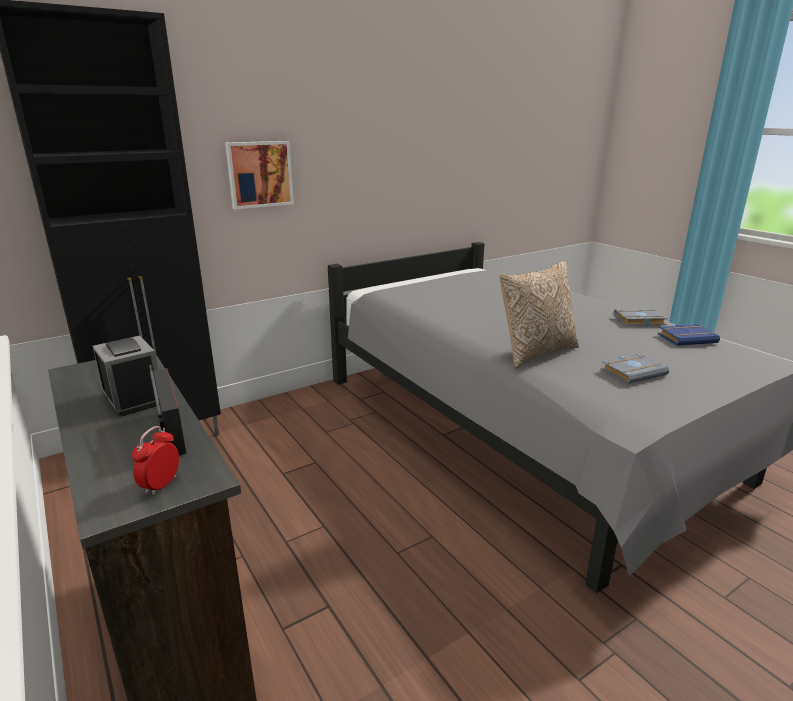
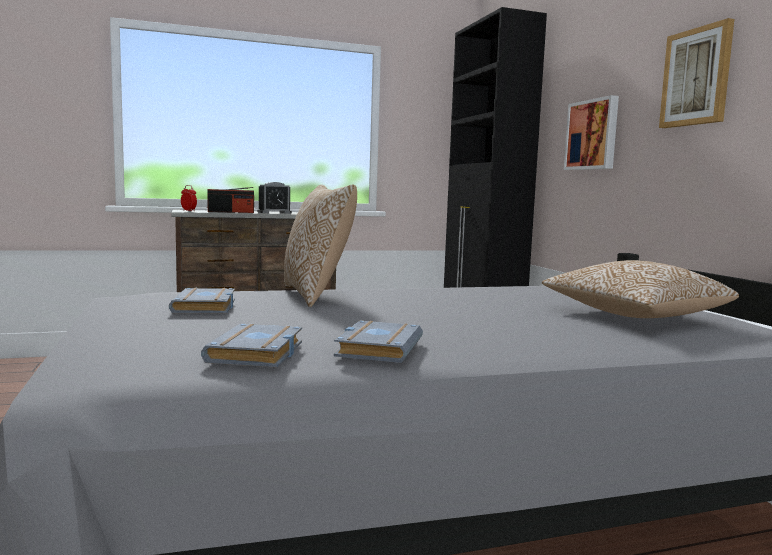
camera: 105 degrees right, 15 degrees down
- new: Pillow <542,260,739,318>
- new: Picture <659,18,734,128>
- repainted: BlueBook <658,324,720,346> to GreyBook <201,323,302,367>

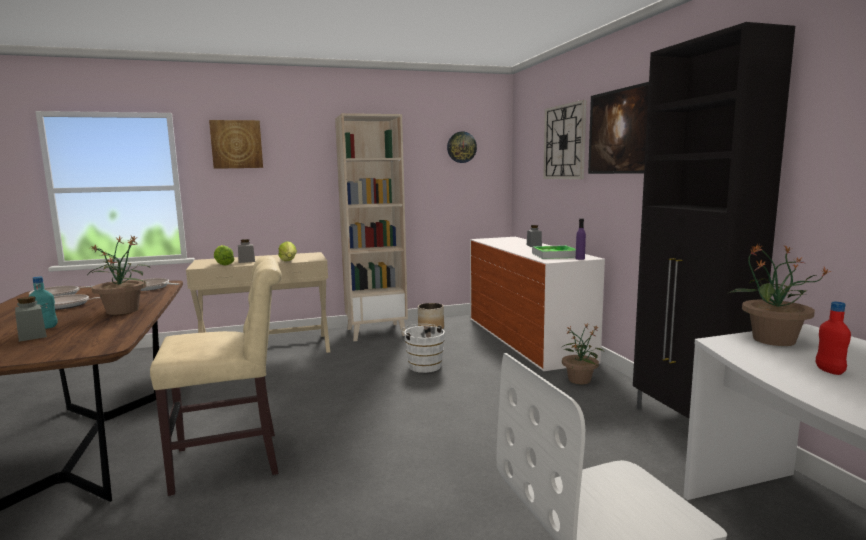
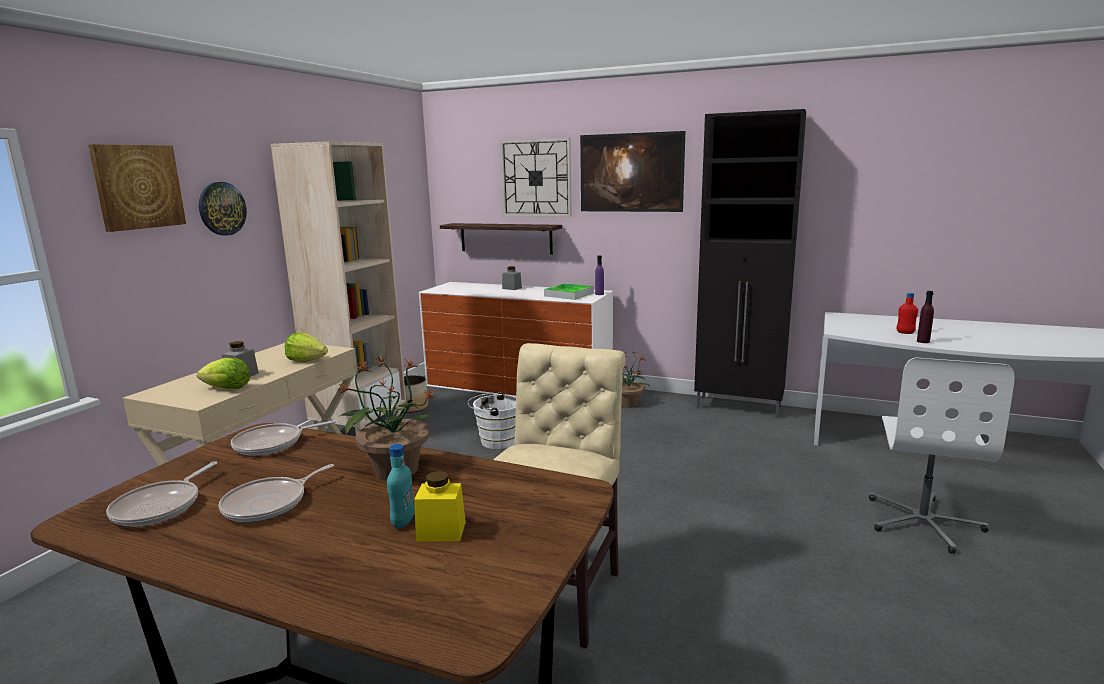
camera: 50 degrees left, 5 degrees up
- gone: PottedPlant <729,243,831,346>
- new: Shelf <440,223,562,254>
- new: PurpleBottle <917,291,934,343>
- shifted: WallClock <447,131,477,163> to <199,182,247,236>
- repainted: GreyJar <15,296,47,342> to YellowJar <414,471,466,541>

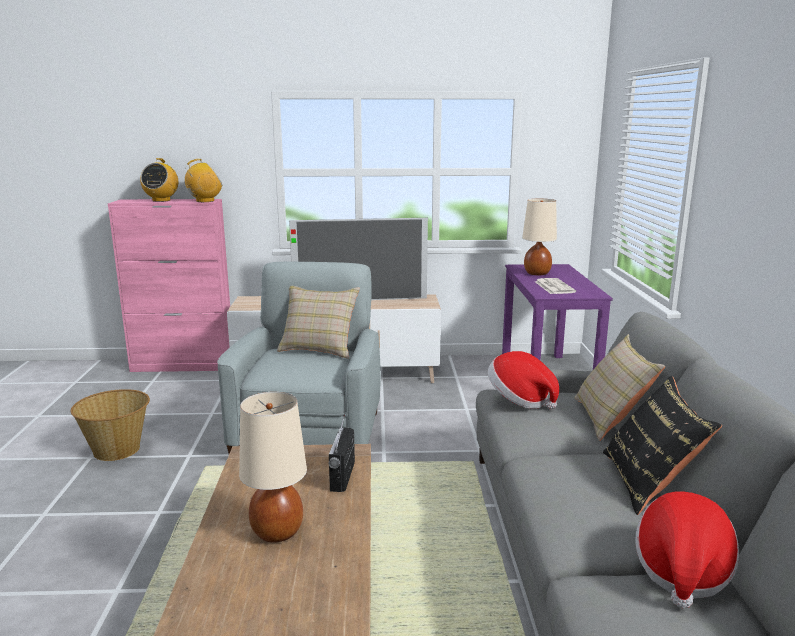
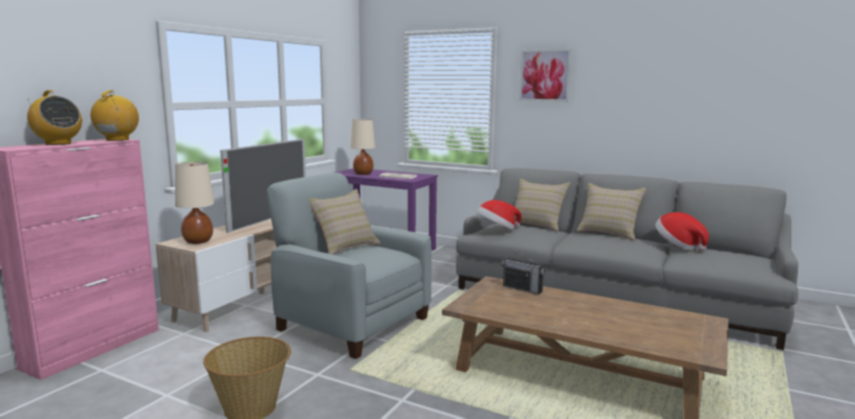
camera: 60 degrees left, 5 degrees down
- new: Picture <519,49,572,102>
- shifted: BeigeTableLamp <239,392,307,543> to <175,162,214,244>
- repainted: BlackPillow <603,376,722,515> to BeigePillow <577,183,646,241>

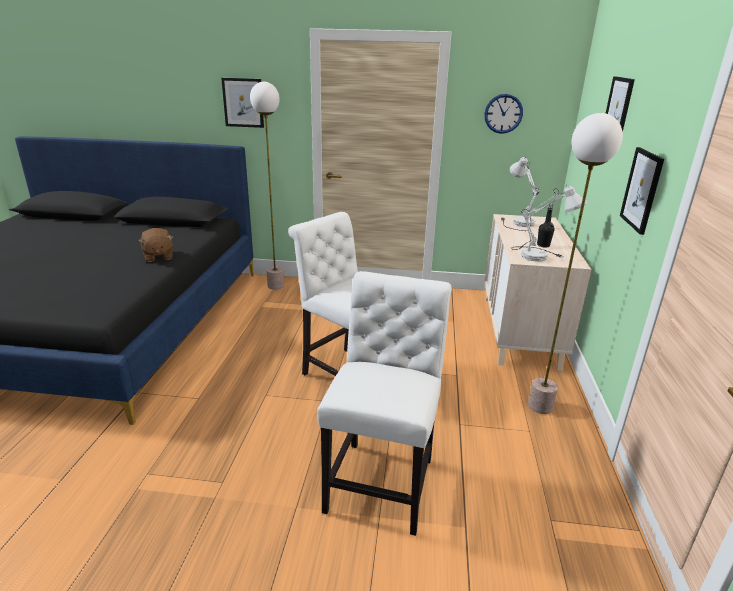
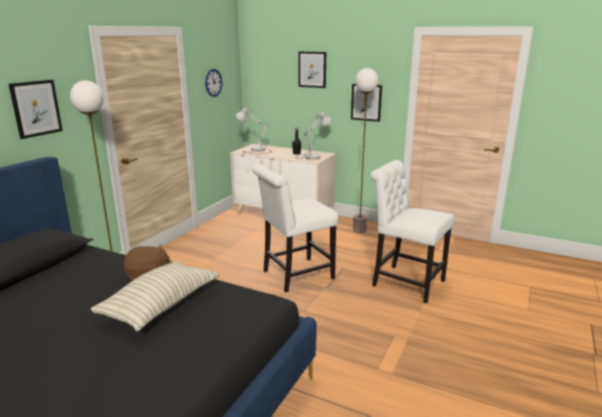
camera: 70 degrees left, 5 degrees down
- new: Pillow <90,261,219,331>

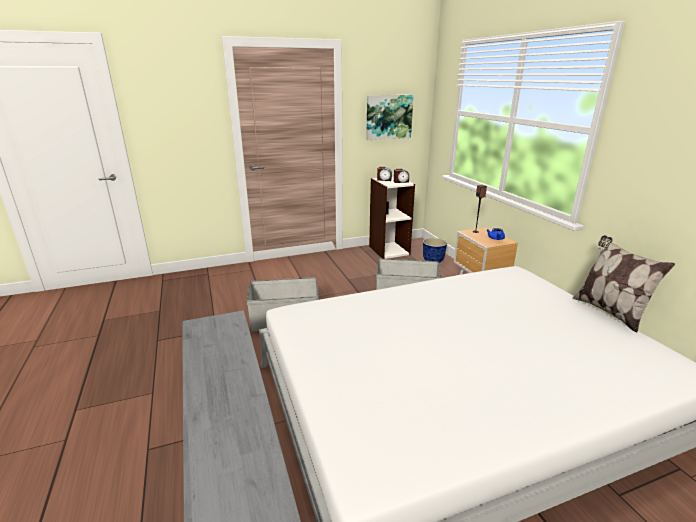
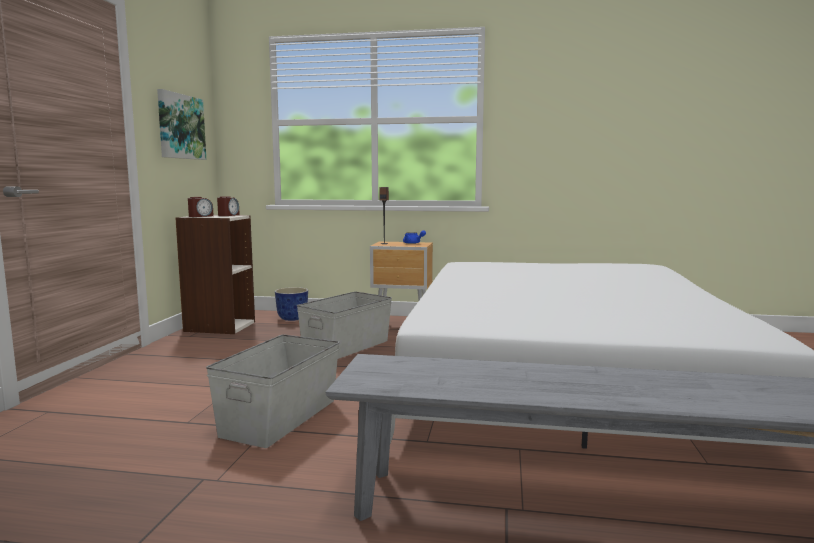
camera: 60 degrees left, 15 degrees down
- gone: Pillow <572,235,675,332>

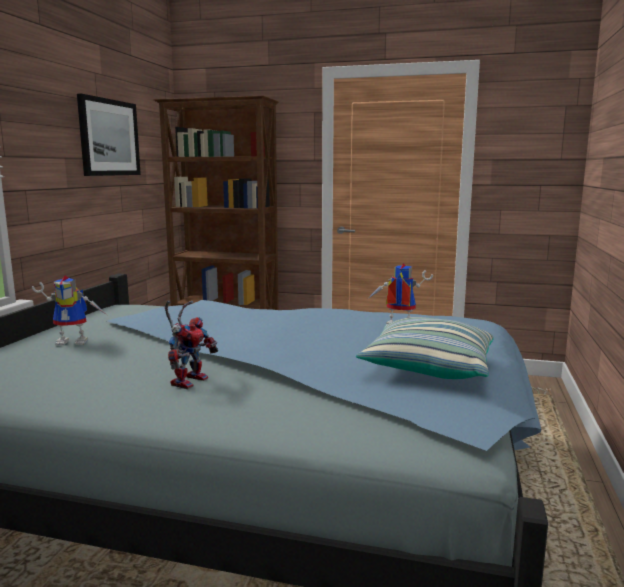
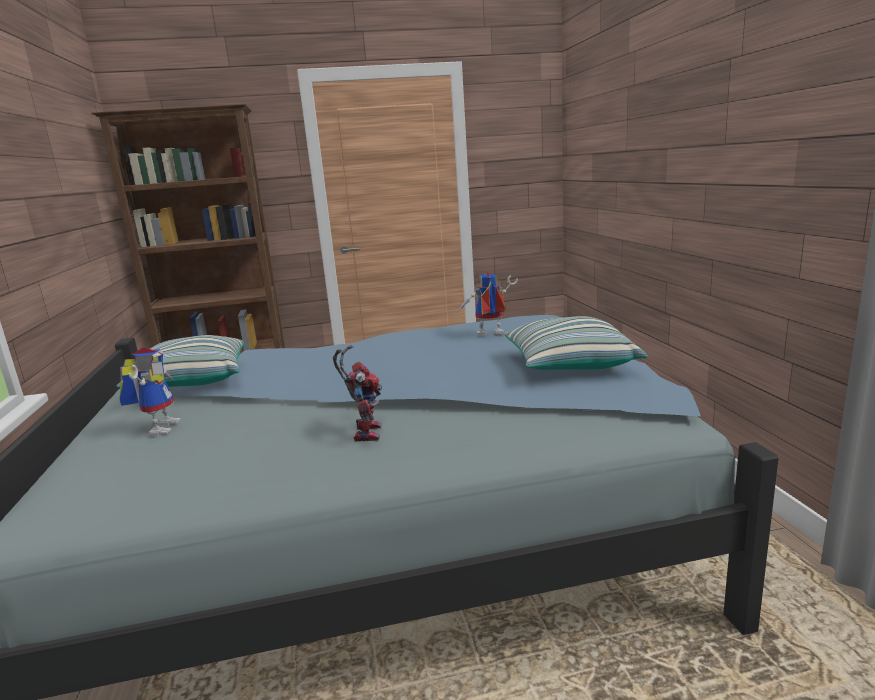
camera: 25 degrees left, 5 degrees up
- gone: Picture <77,94,141,176>
- new: Pillow <117,335,244,388>
- rotated: ToyRobot <32,276,107,345> = <119,348,181,436> 60 degrees counterclockwise

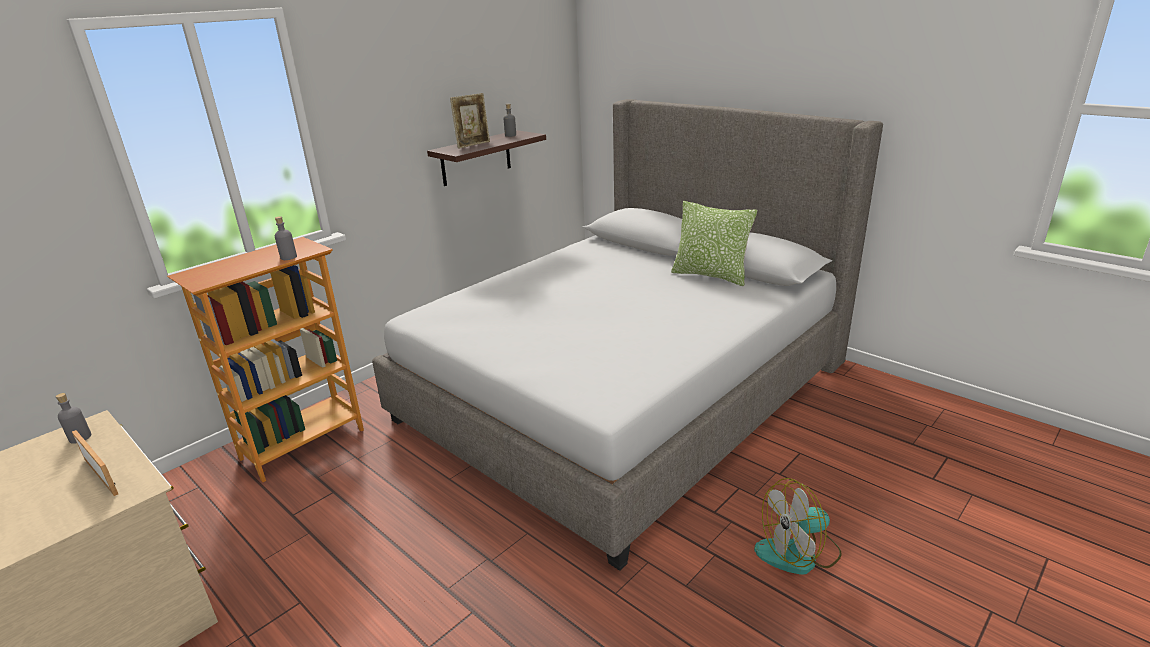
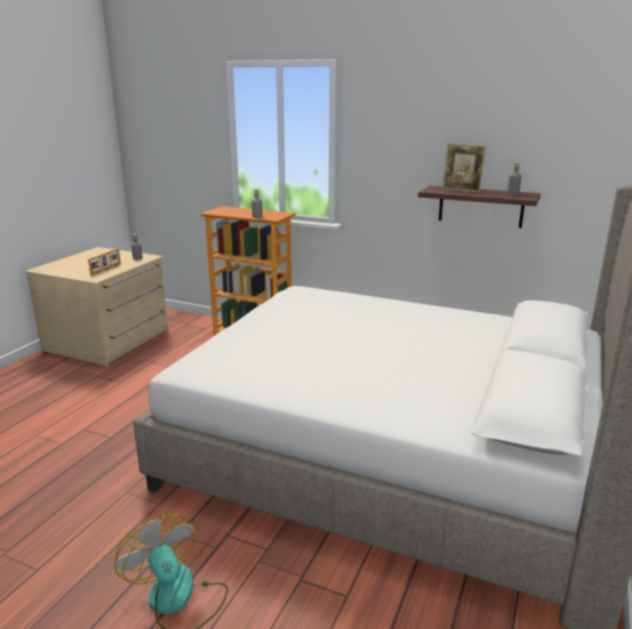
camera: 70 degrees right, 5 degrees down
- gone: Pillow <671,201,757,286>

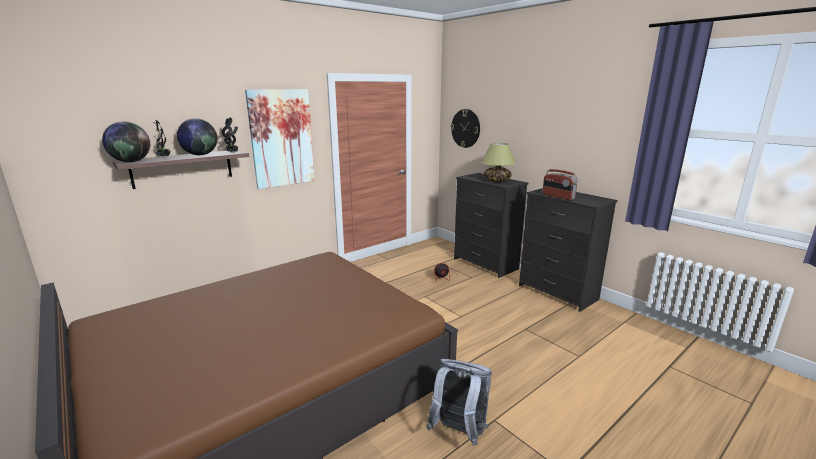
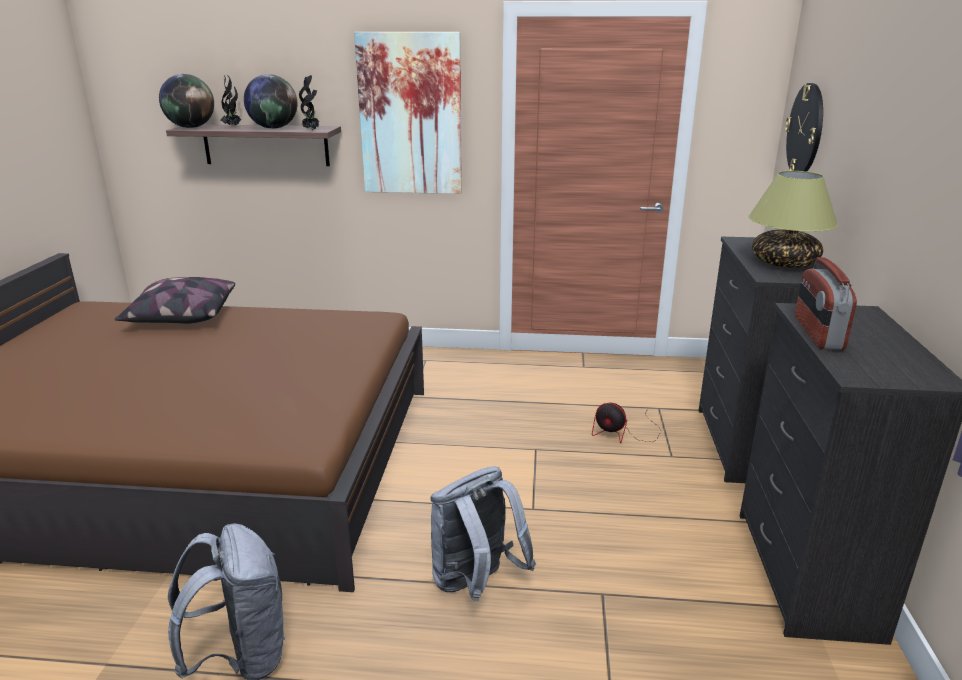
camera: 45 degrees right, 5 degrees up
- new: Pillow <115,277,235,324>
- new: GreyBackpack <430,467,536,601>

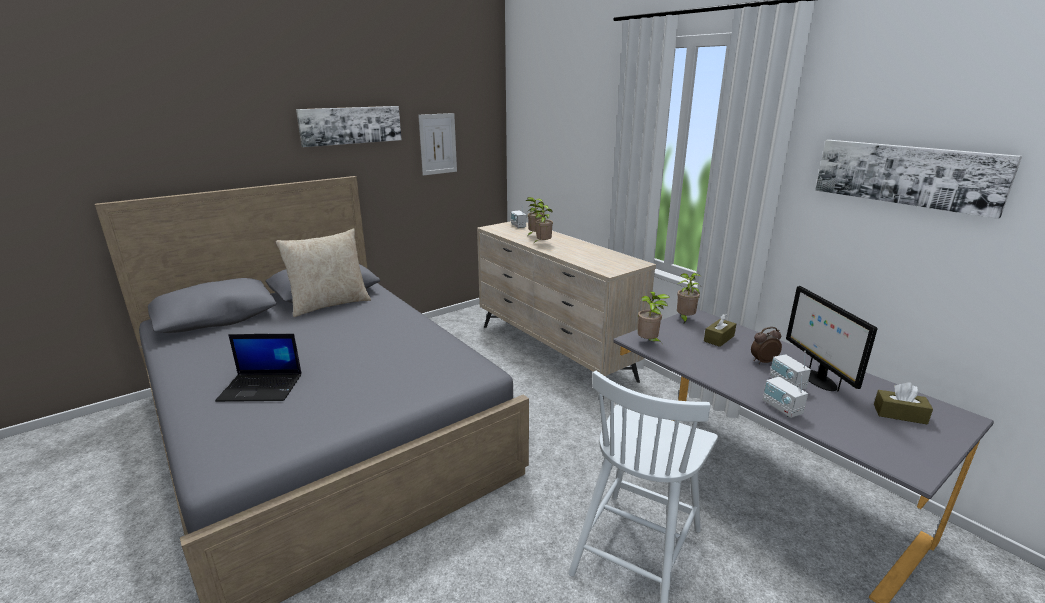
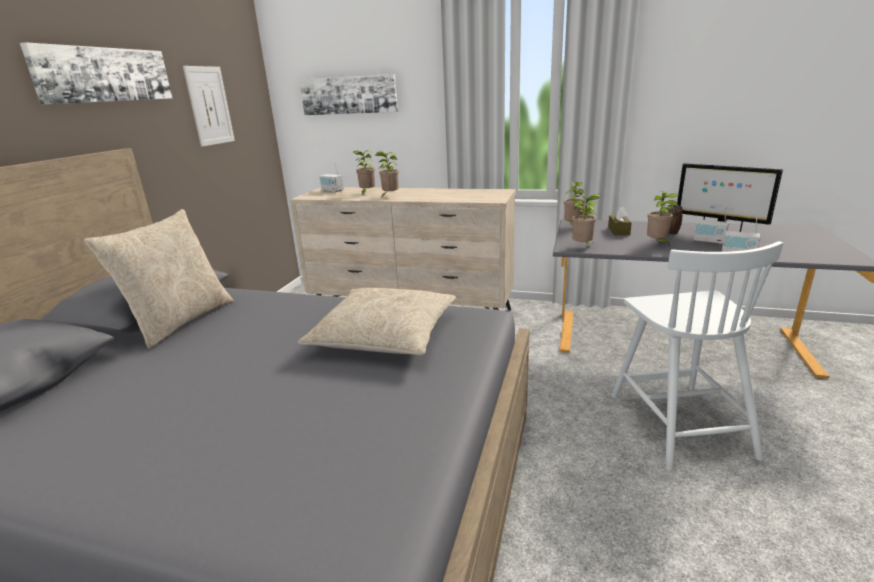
camera: 35 degrees left, 0 degrees up
- gone: Laptop <215,334,302,402>
- gone: BrownTissueBox <874,382,933,424>
- new: BeigePillow <298,288,456,355>
- new: PottedPlant <647,191,679,245>
- shifted: Picture <815,140,1022,219> to <300,74,398,115>

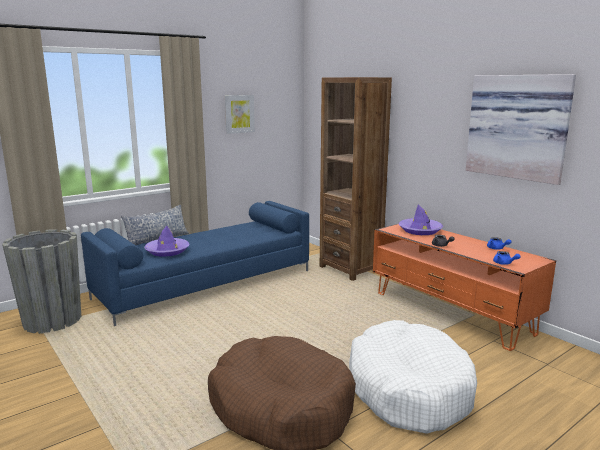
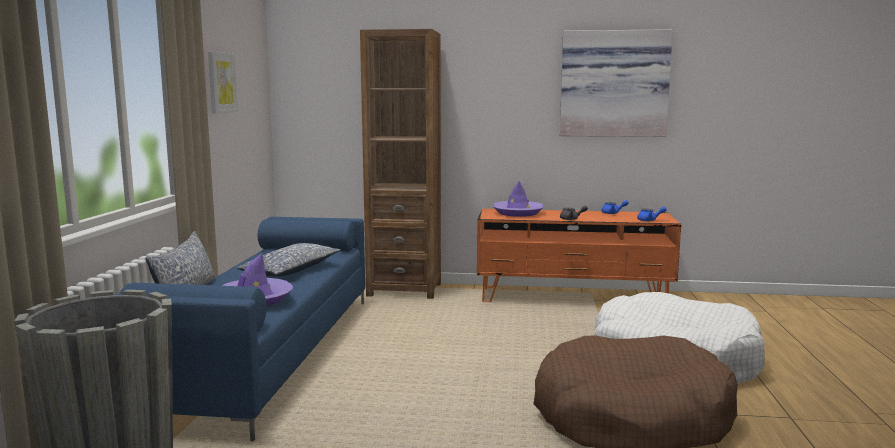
camera: 45 degrees left, 5 degrees down
- new: Pillow <237,243,341,276>

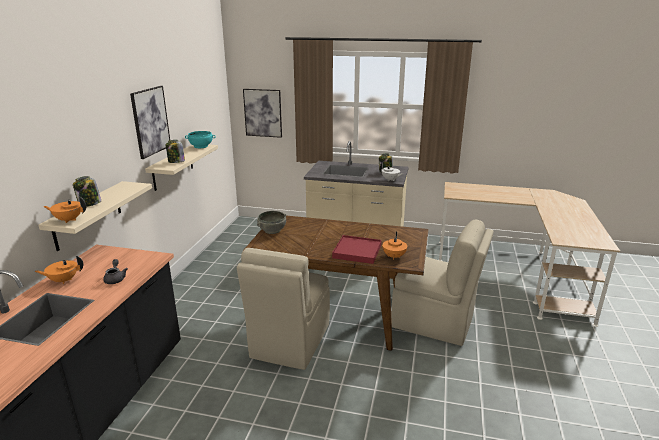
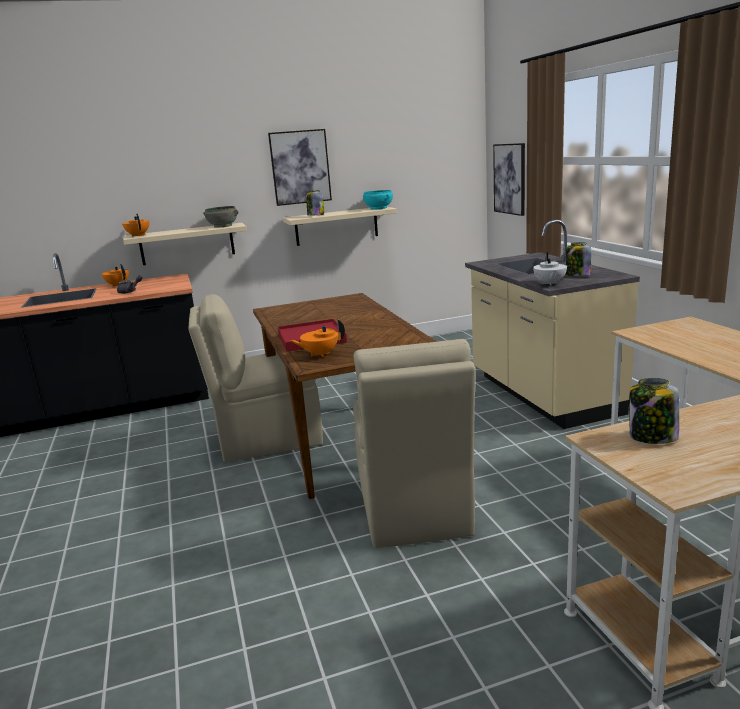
camera: 60 degrees right, 5 degrees down
- shifted: Jar <73,176,101,207> to <629,378,679,444>
- shifted: GreyBowl <257,211,286,234> to <203,206,238,228>

